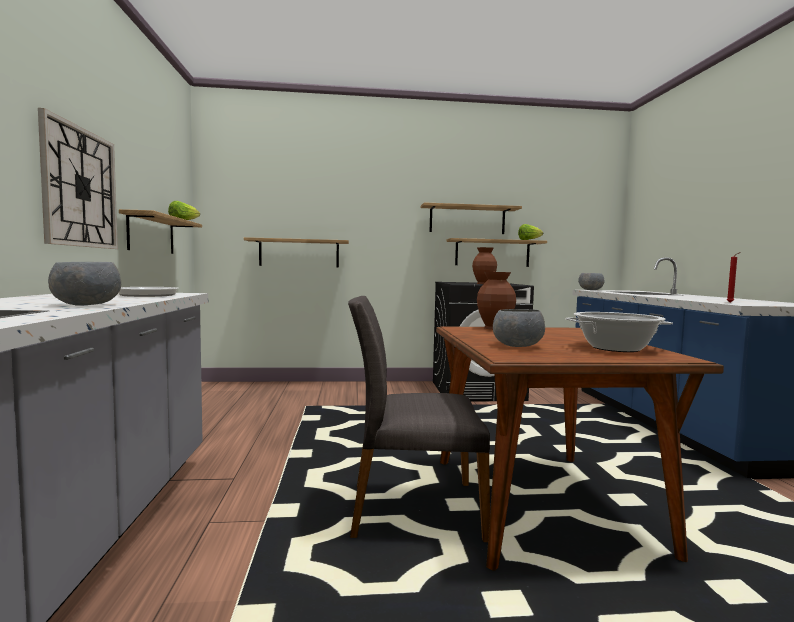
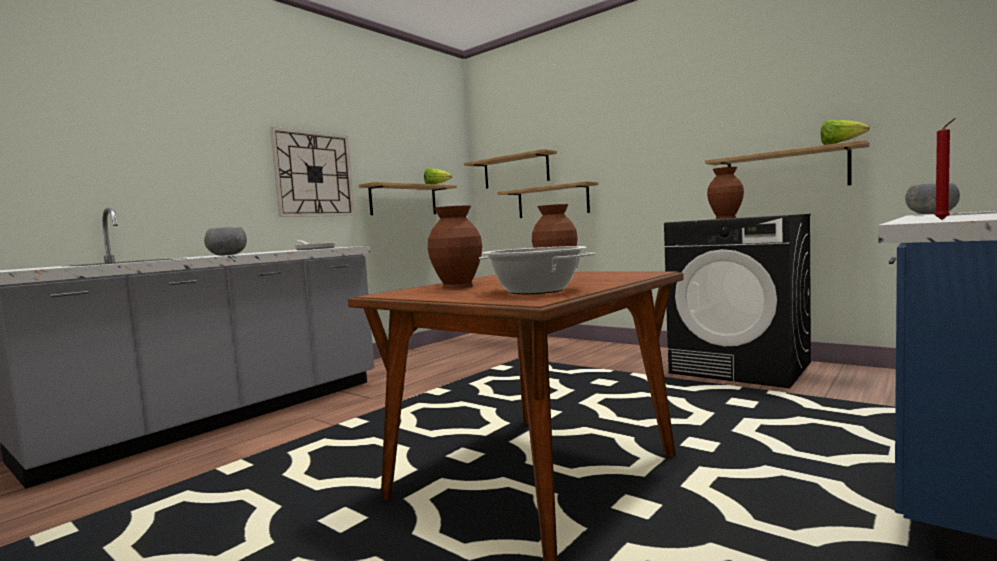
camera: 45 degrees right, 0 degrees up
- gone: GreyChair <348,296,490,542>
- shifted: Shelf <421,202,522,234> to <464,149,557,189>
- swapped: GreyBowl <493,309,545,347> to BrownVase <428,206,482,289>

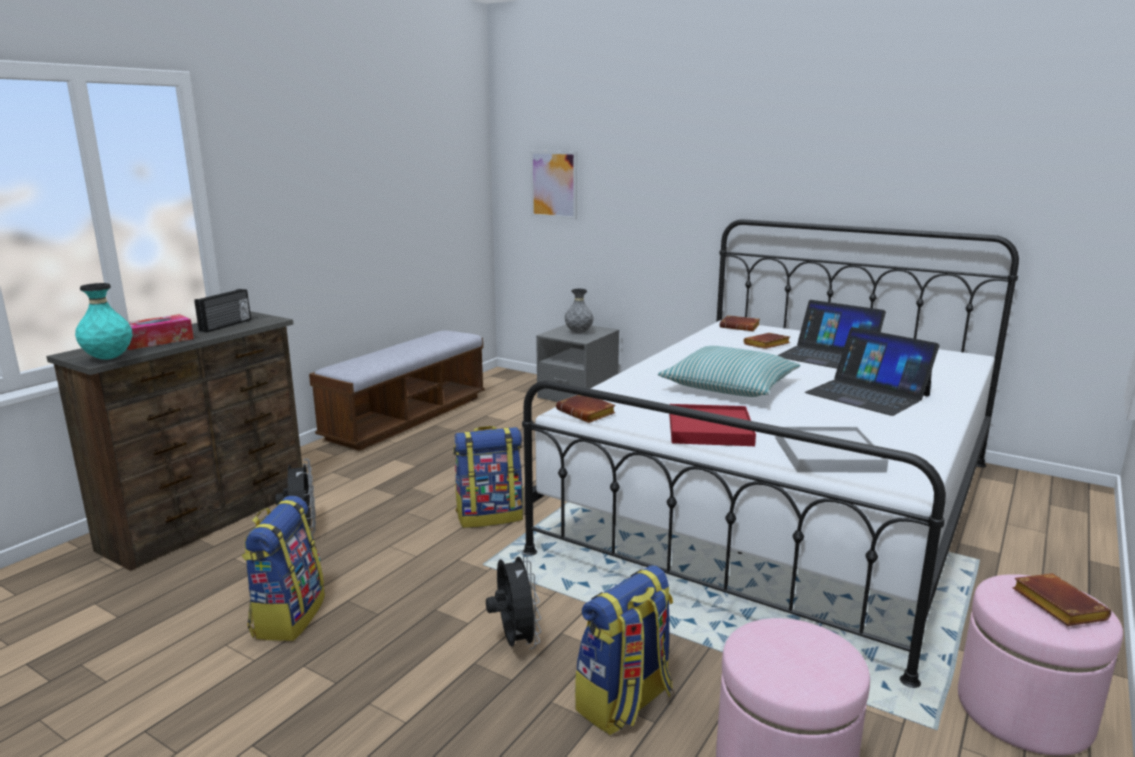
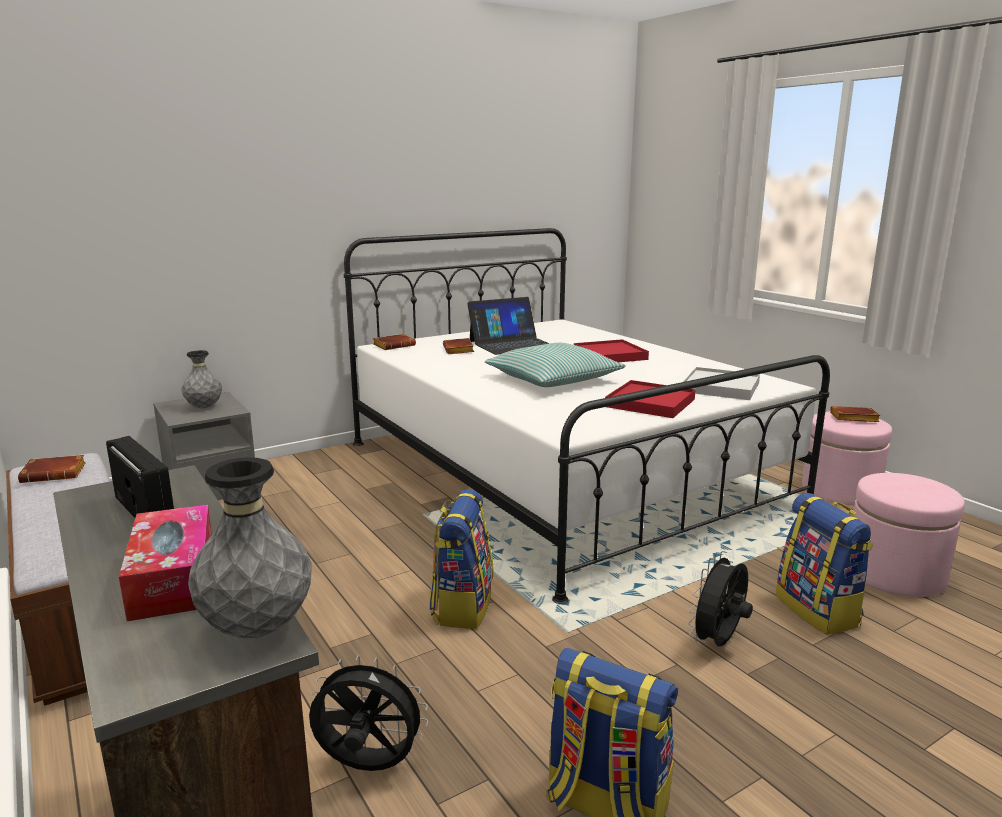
camera: 65 degrees left, 0 degrees up
- gone: Picture <530,151,577,220>
- shifted: BrownBook <556,395,616,423> to <18,455,86,483>
- swapped: Laptop <805,327,939,416> to RedTray <574,339,649,362>
- repainted: TurquoiseVase <75,283,132,359> to GreyVase <188,457,312,638>
- rotated: BlackFan <486,550,541,649> = <688,551,753,647> 60 degrees counterclockwise

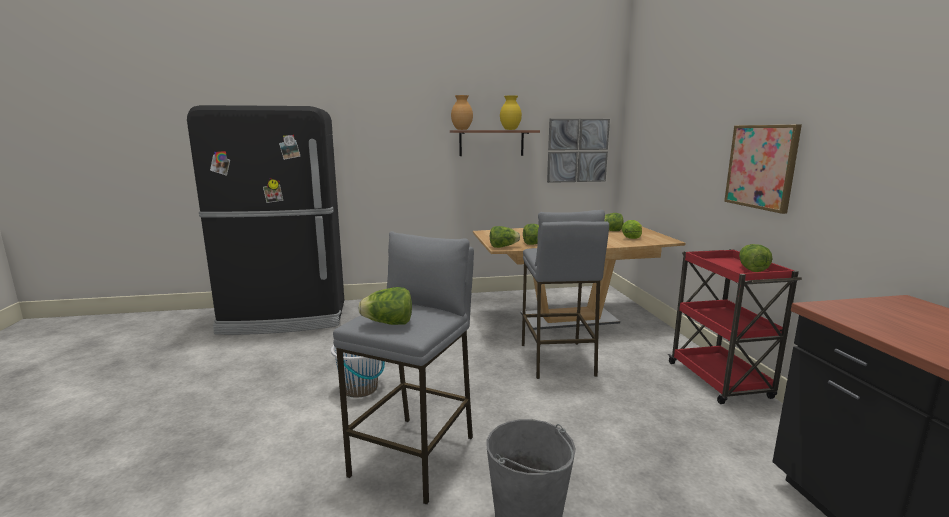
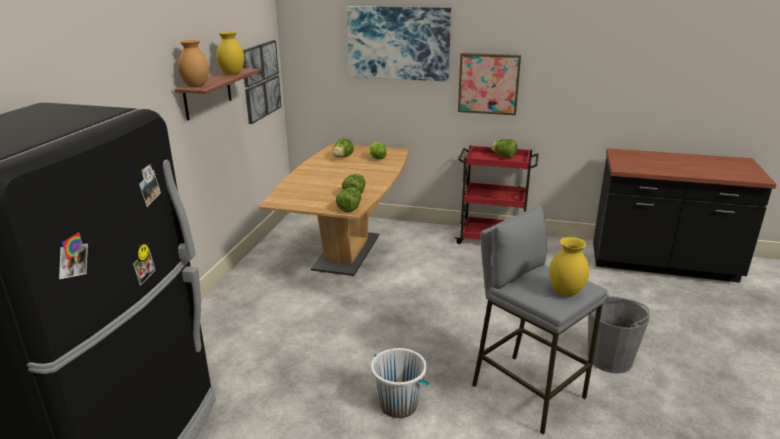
camera: 65 degrees left, 10 degrees up
- gone: GreyStool <522,210,609,379>
- new: Picture <347,6,451,81>
- swapped: Lettuce <358,287,412,325> to YellowVase <549,237,589,296>

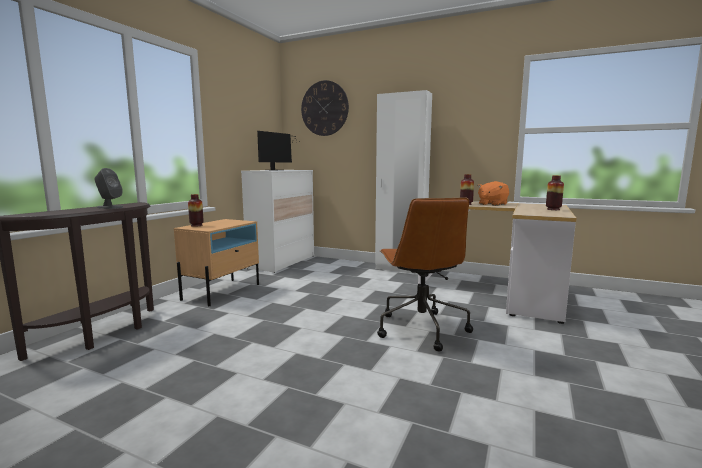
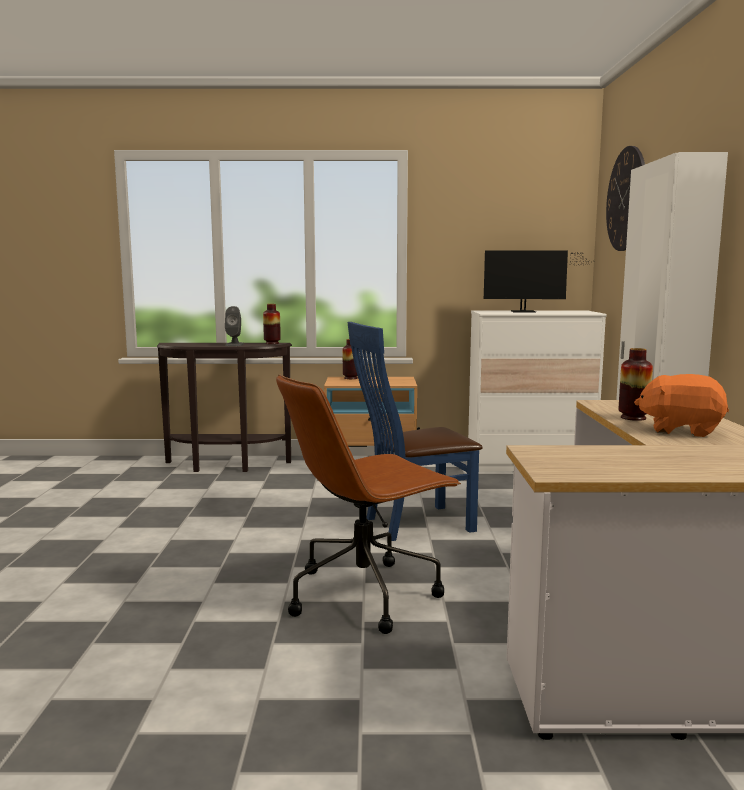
camera: 65 degrees right, 0 degrees up
- new: BlueChair <347,322,483,541>
- shifted: Vase <546,175,564,210> to <263,304,281,344>

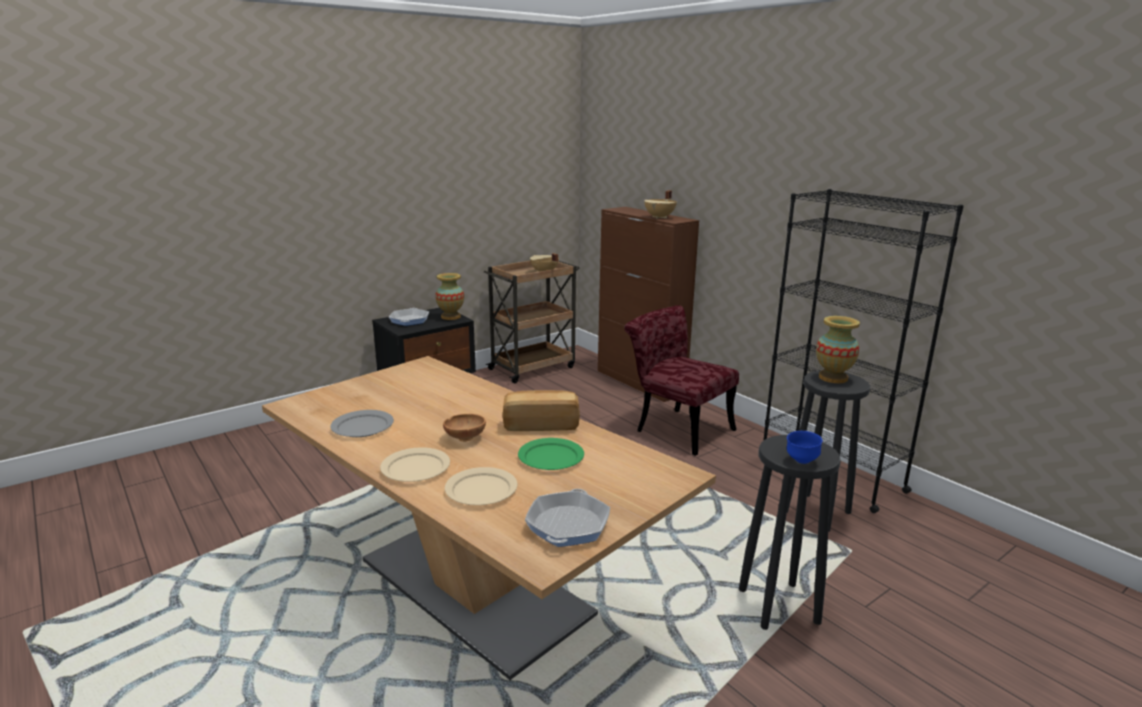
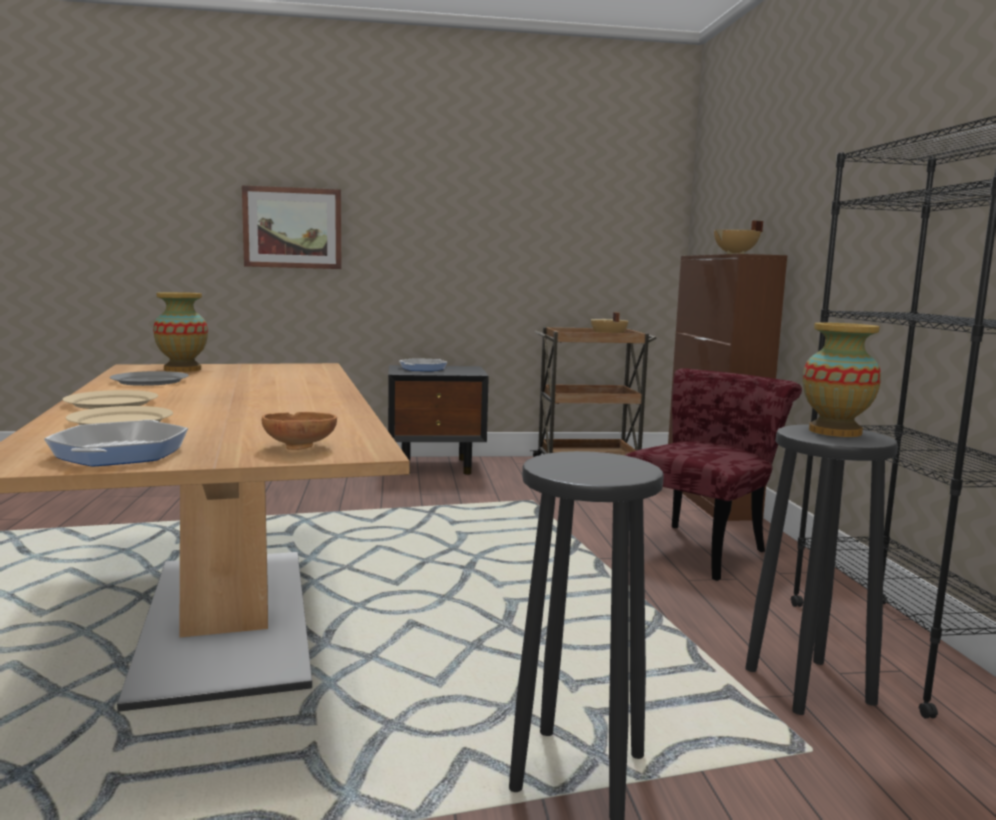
camera: 30 degrees right, 10 degrees down
- gone: Bread <503,390,580,431>
- gone: GreenPlate <518,438,584,470>
- gone: BlueBowl <787,431,823,464>
- new: Picture <242,185,342,269>
- shifted: Vase <435,273,464,320> to <153,292,208,372>
- shifted: BrownBowl <443,414,486,442> to <262,412,337,450>
- rotated: FryingPan <525,489,610,547> = <44,420,188,467> 45 degrees counterclockwise
- rotated: RedChair <625,305,739,456> = <625,368,802,581> 60 degrees clockwise

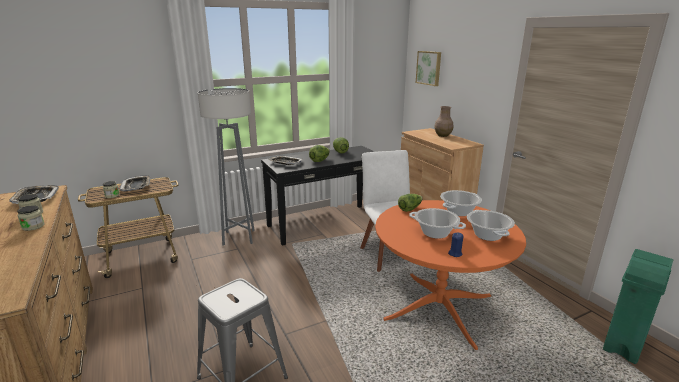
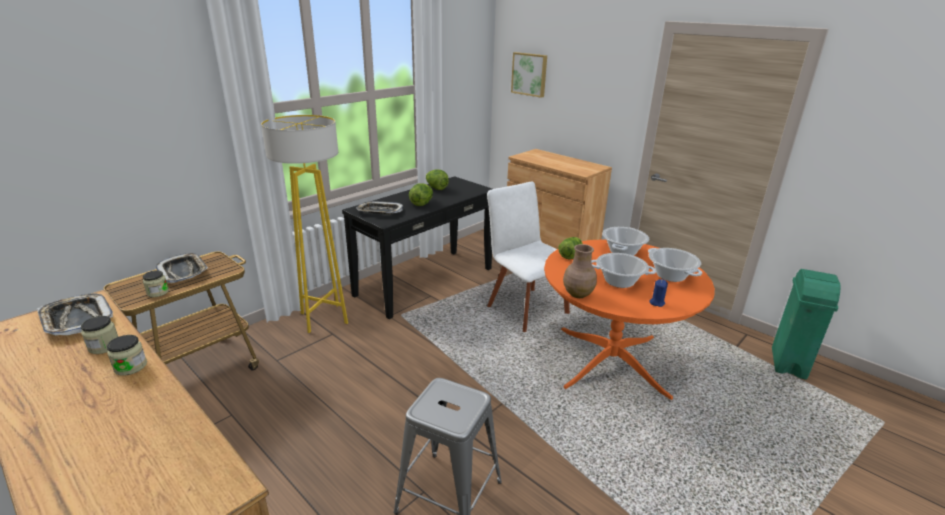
camera: 20 degrees left, 5 degrees up
- shifted: BrownVase <434,106,453,137> to <563,244,597,298>
- repainted: GreyFloorLamp <198,88,255,246> to YellowFloorLamp <261,115,348,333>

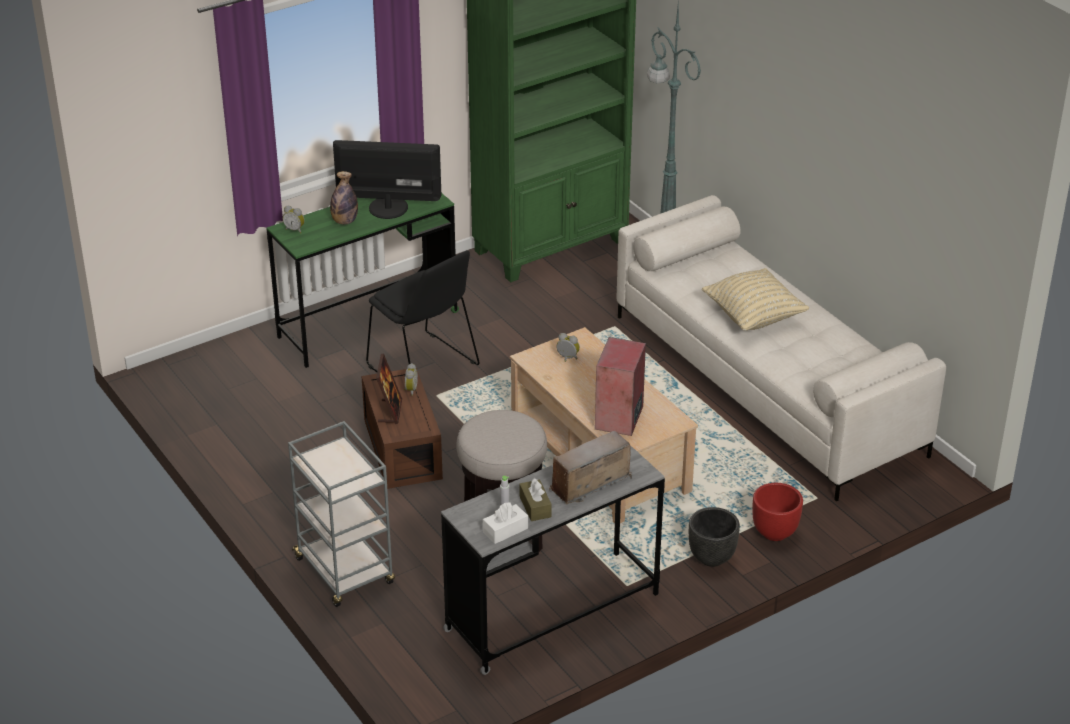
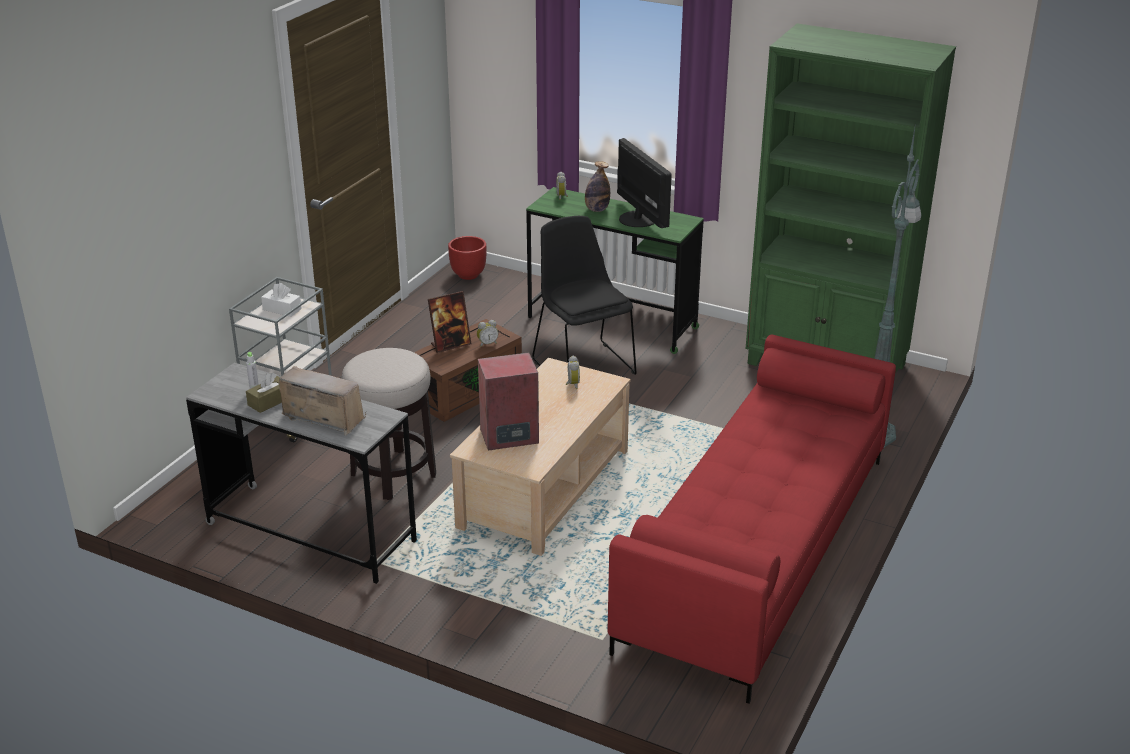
camera: 60 degrees right, 5 degrees down
- gone: BlackPlanter <689,507,740,567>
- gone: BeigePillow <702,268,809,331>
- shifted: WhiteTissueBox <483,502,528,544> to <261,283,302,317>
- shifted: RedPlanter <752,483,803,541> to <448,236,487,280>
- repainted: WhiteSofa <616,195,946,501> to RedSofa <608,334,896,704>
- rotated: BlackChair <366,250,480,372> = <532,216,637,375> 135 degrees clockwise

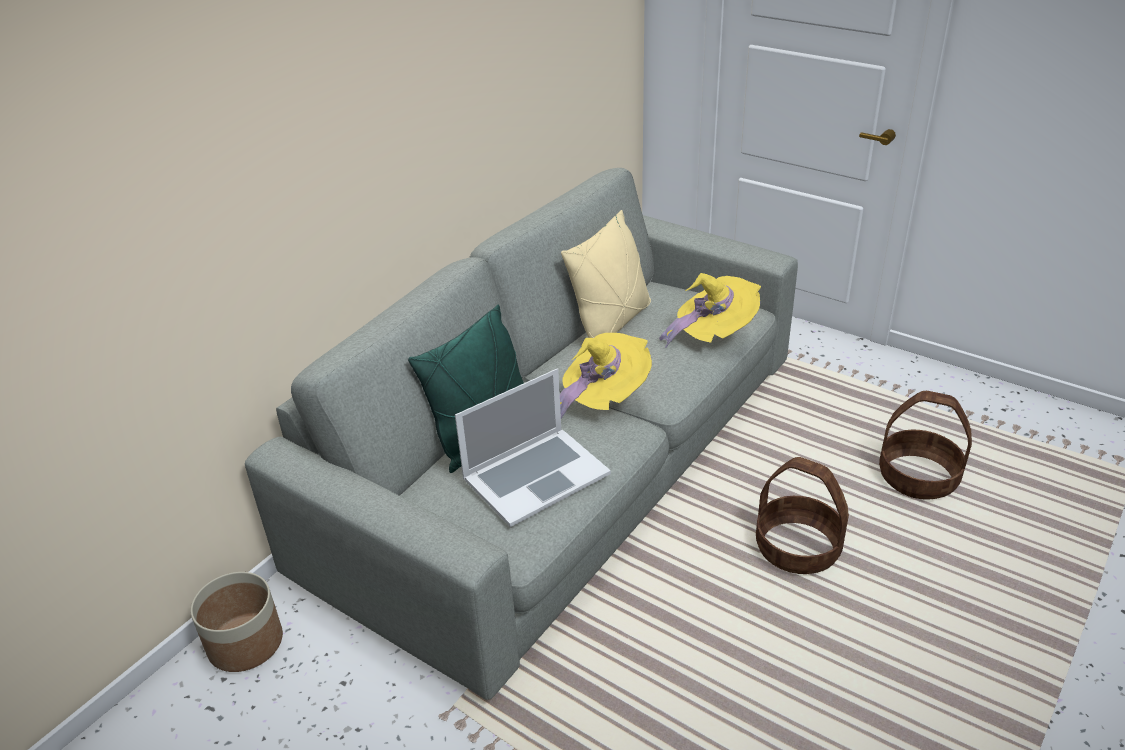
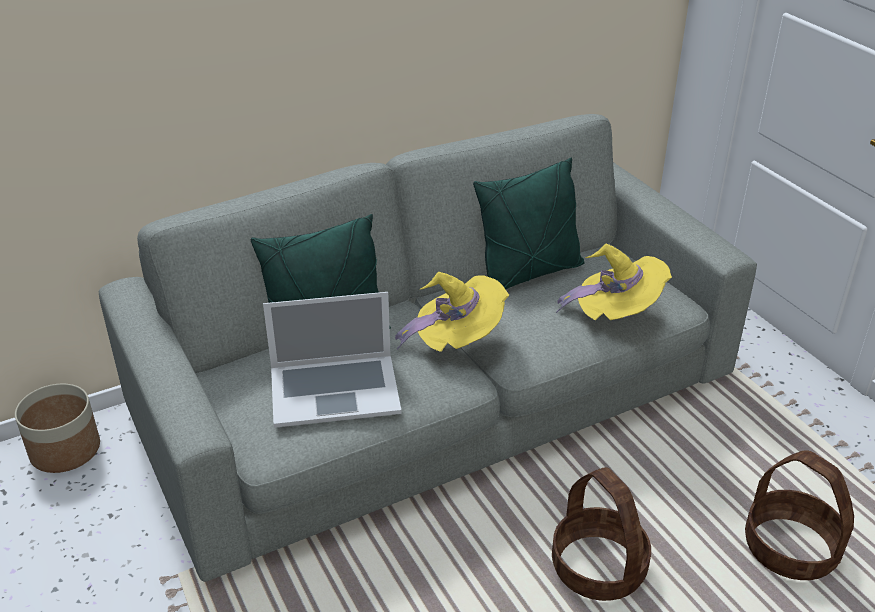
camera: 25 degrees right, 0 degrees up
- repainted: BeigePillow <561,210,651,338> to GreenPillow <473,158,585,290>

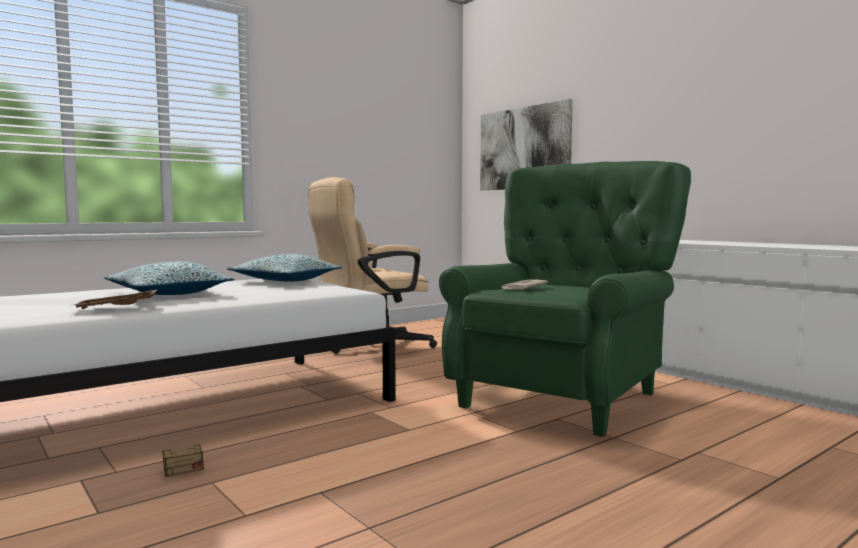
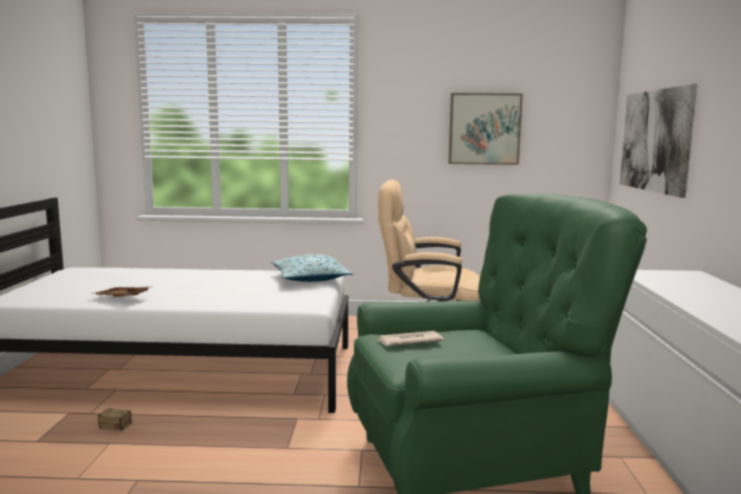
camera: 40 degrees right, 5 degrees up
- gone: Pillow <103,261,235,295>
- new: Picture <449,93,523,165>

